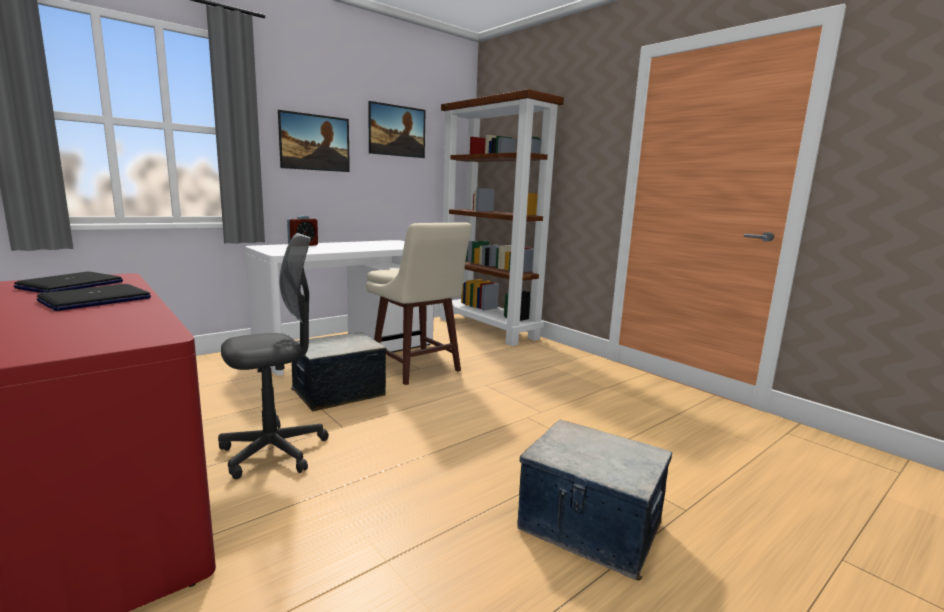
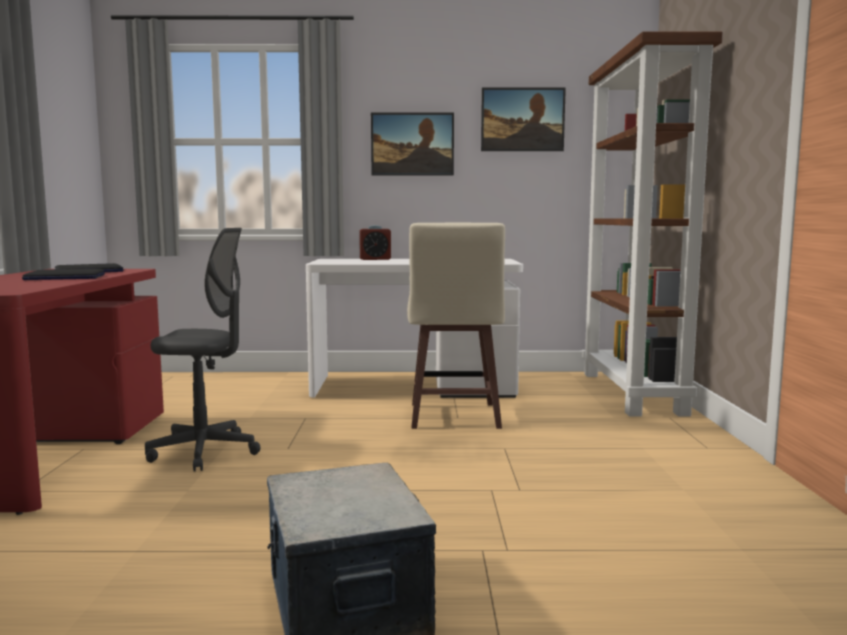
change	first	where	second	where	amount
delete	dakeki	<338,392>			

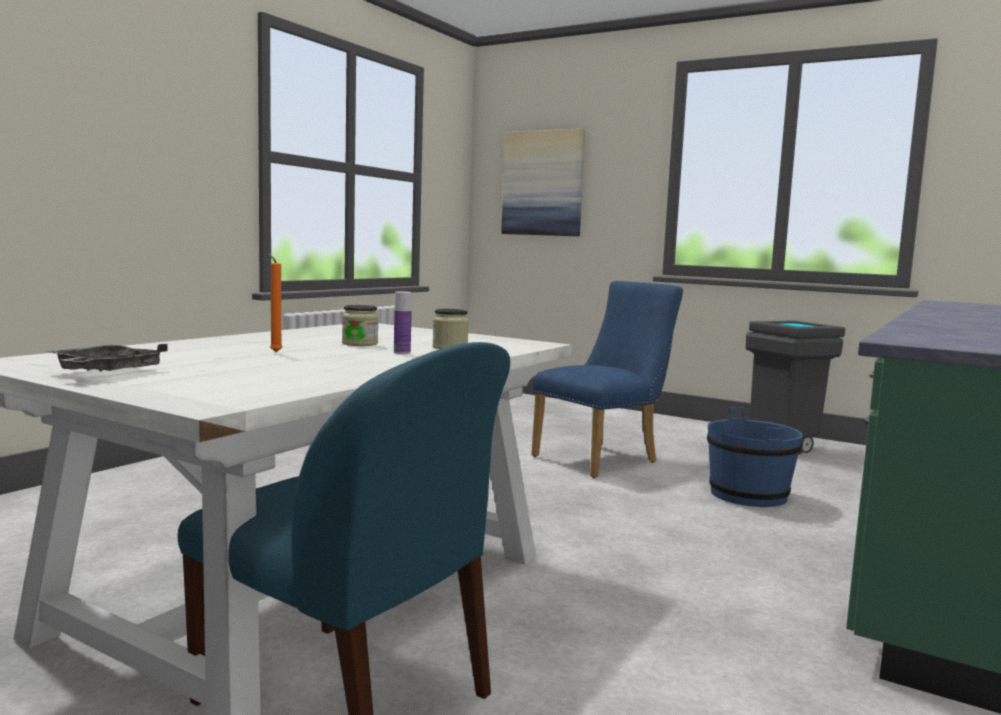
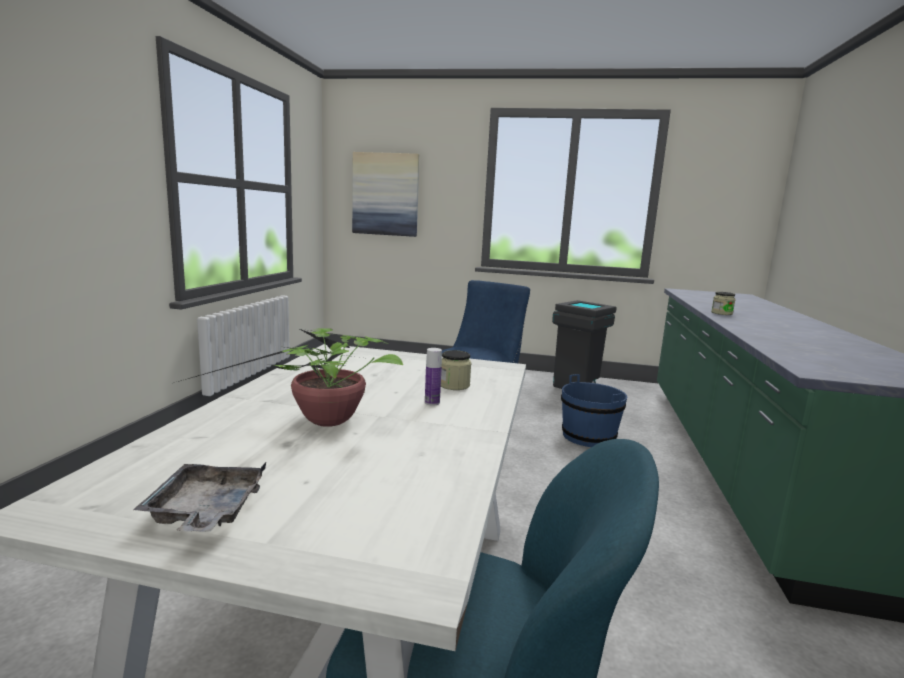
change	first	where	second	where	amount
replace	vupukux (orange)	<274,352>	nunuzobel	<324,421>	
move	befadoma	<360,344>		<721,313>	

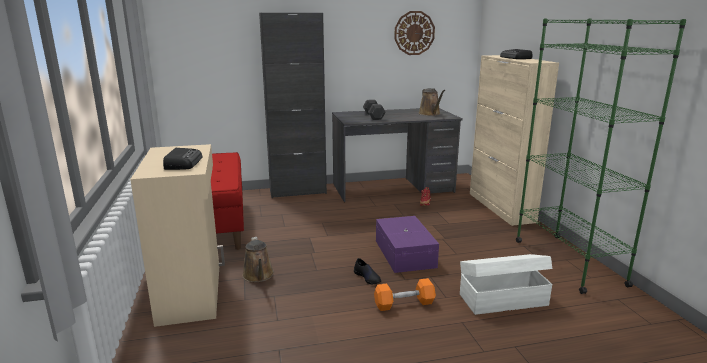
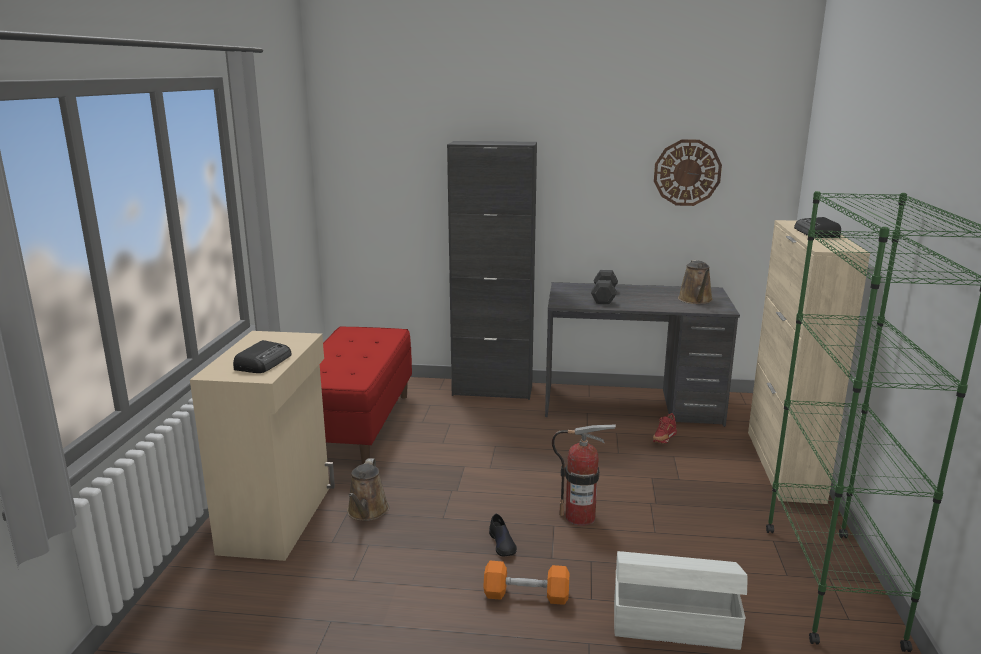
change	first	where	second	where	amount
replace	dakeki (purple)	<405,253>	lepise	<580,517>	

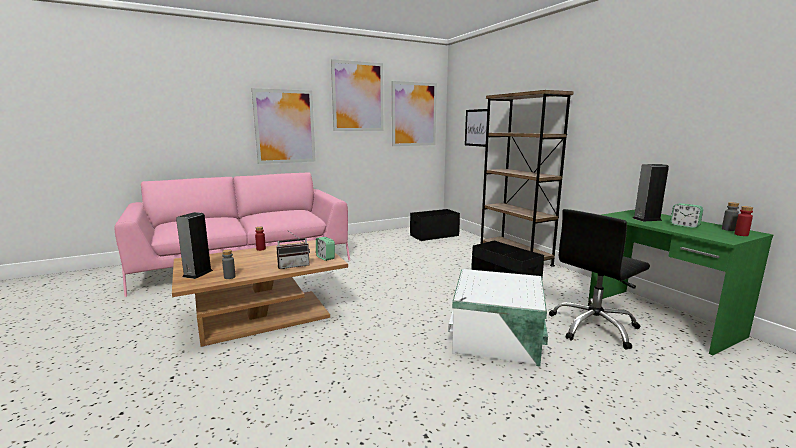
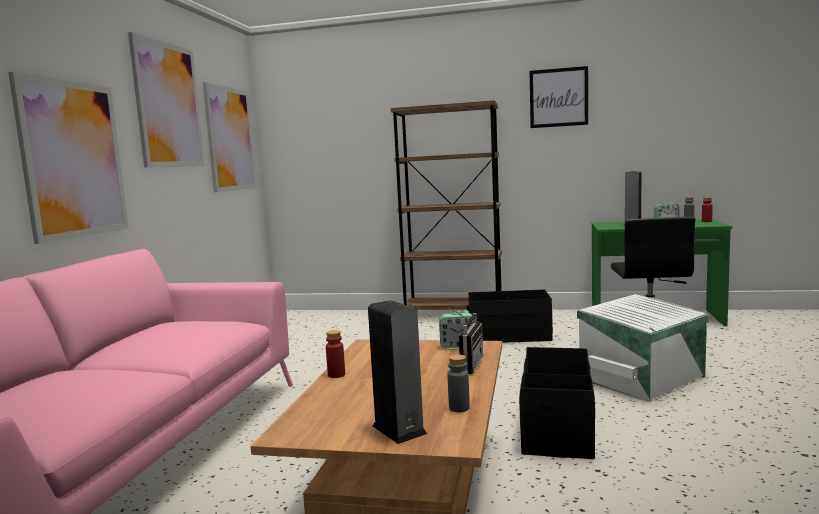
change	first	where	second	where	amount
move	dakeki (black)	<434,235>		<556,428>	
move	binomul	<477,127>		<558,97>	

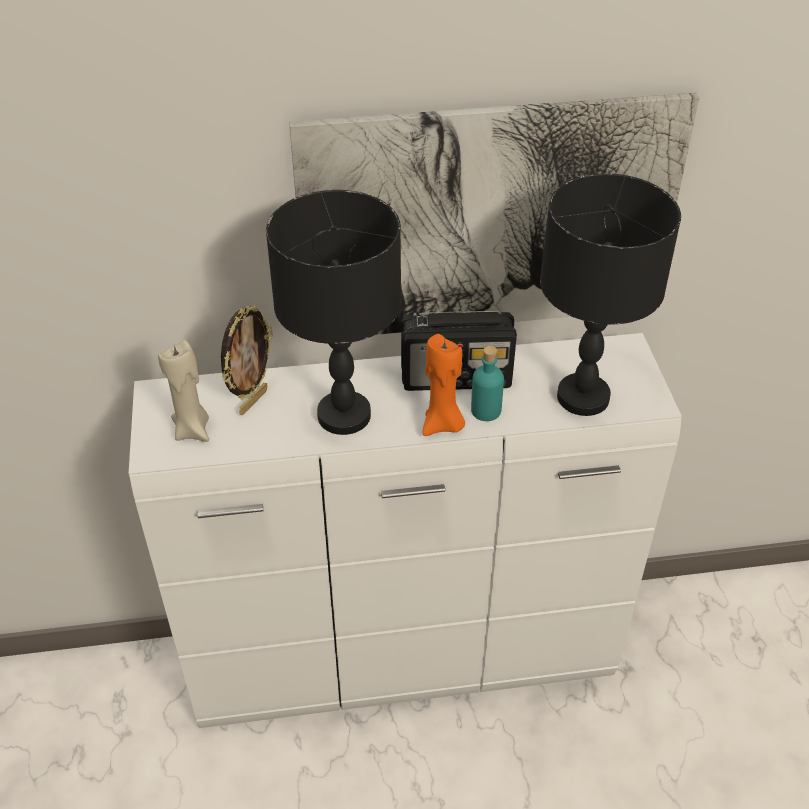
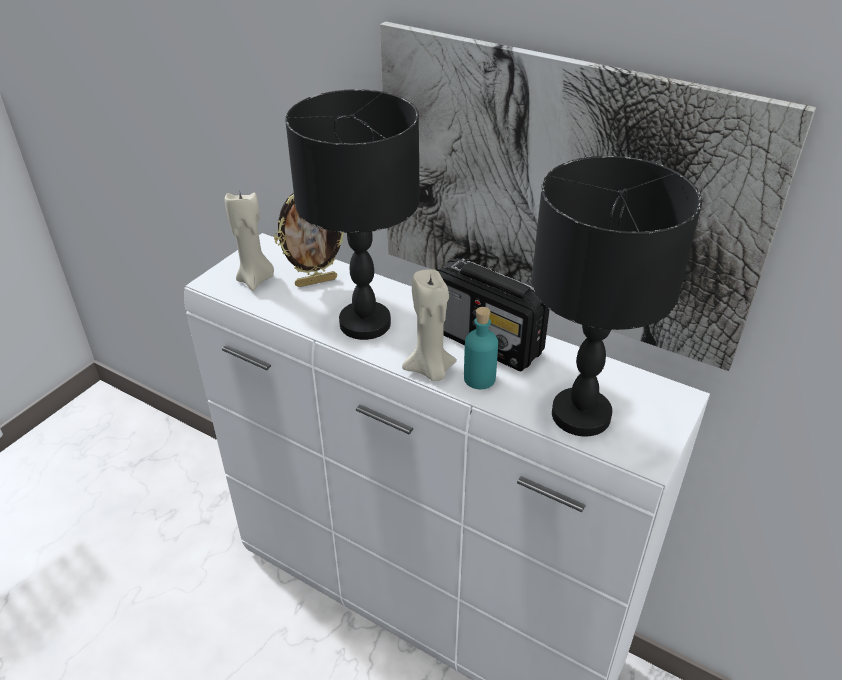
change	first	where	second	where	amount
recolor	vupukux (orange)	<443,425>	vupukux (beige)	<430,370>	

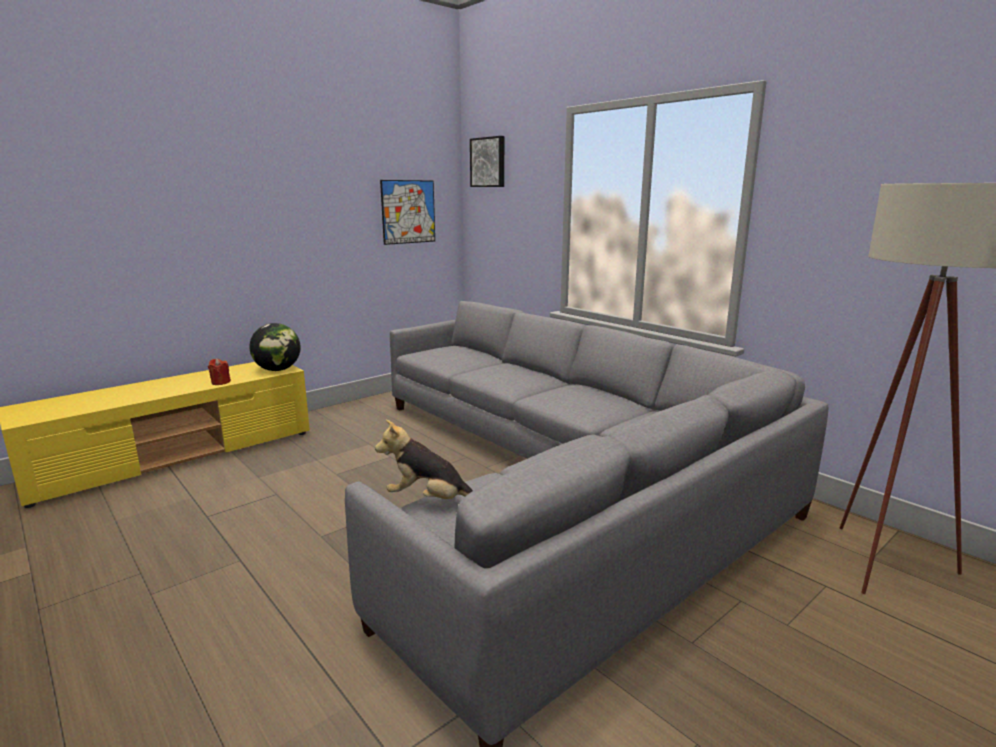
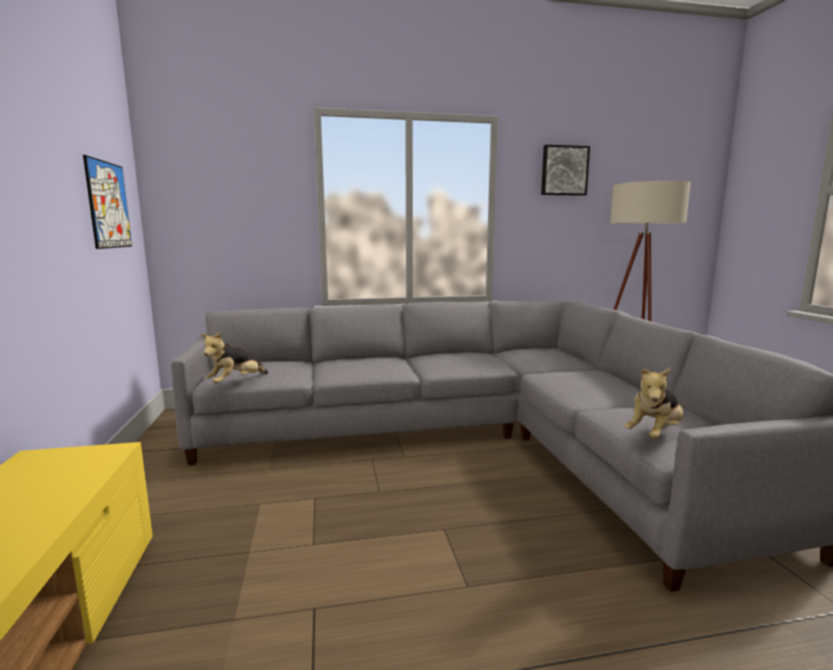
change	first	where	second	where	amount
insert			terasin	<236,382>	
move	binomul	<488,162>		<564,171>	
delete	vupukux (red)	<220,382>			
delete	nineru	<277,370>			

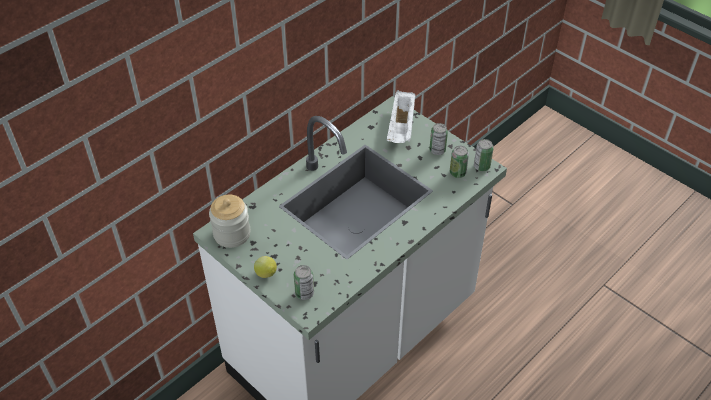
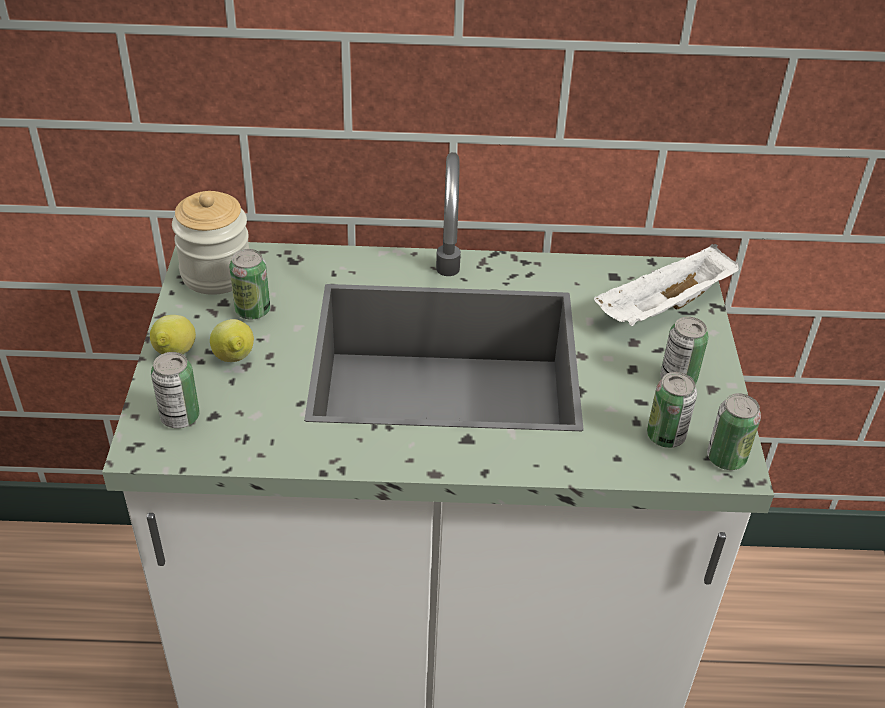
change	first	where	second	where	amount
insert			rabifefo	<235,360>	
insert			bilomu	<252,310>	

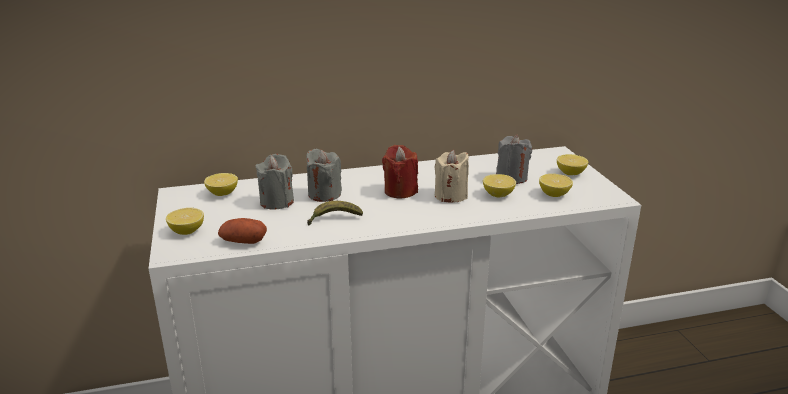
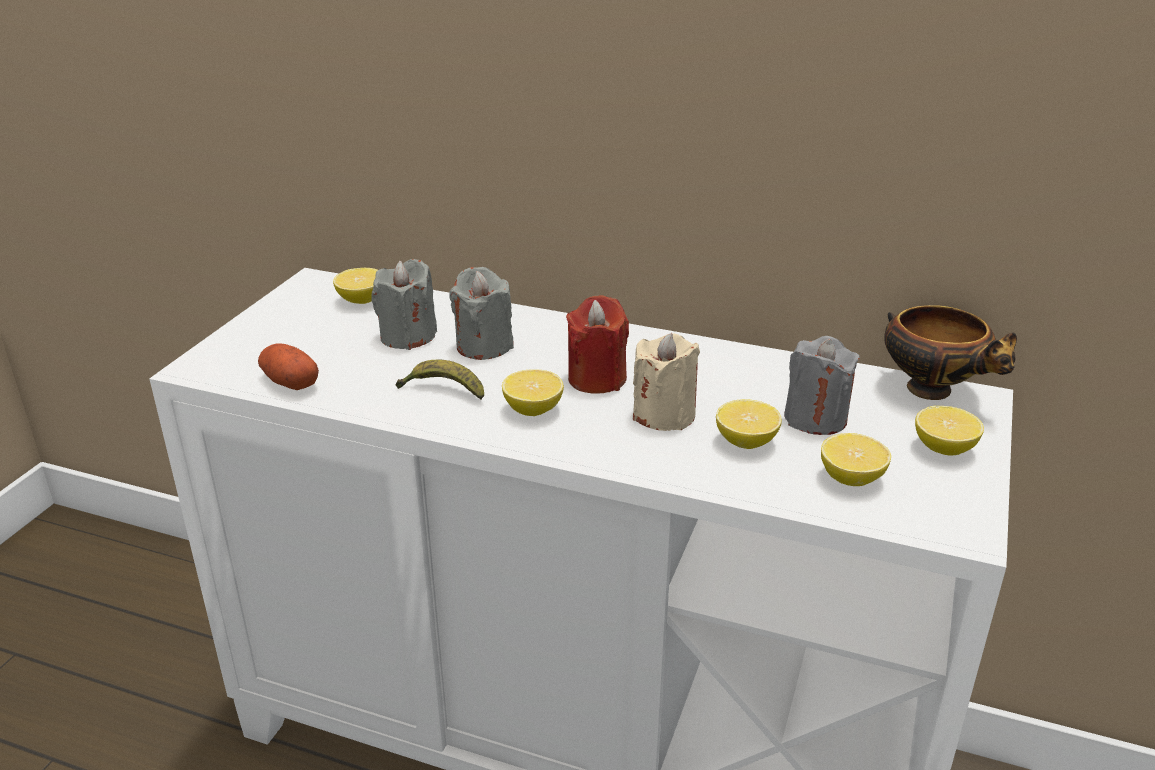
change	first	where	second	where	amount
move	rabifefo	<187,231>		<533,409>	
insert			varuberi	<934,391>	

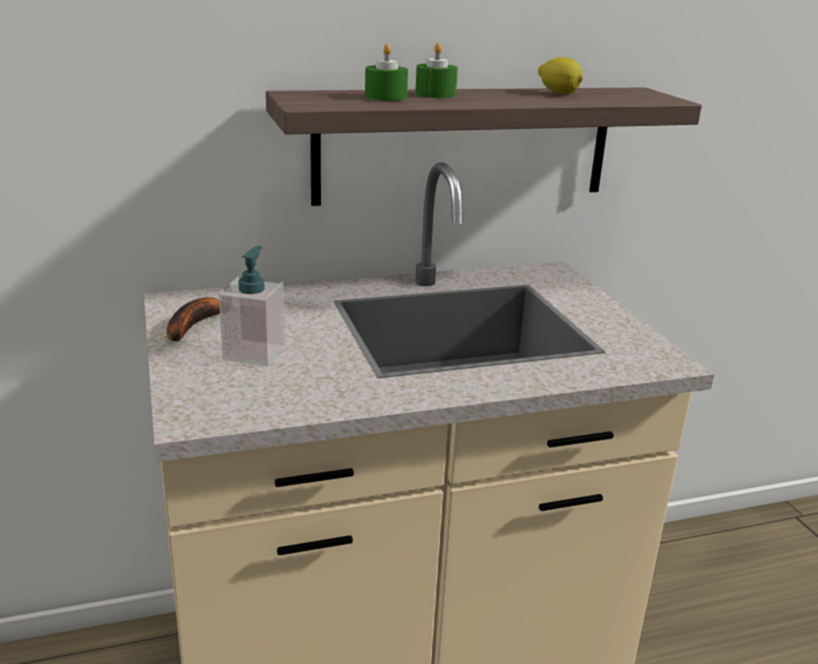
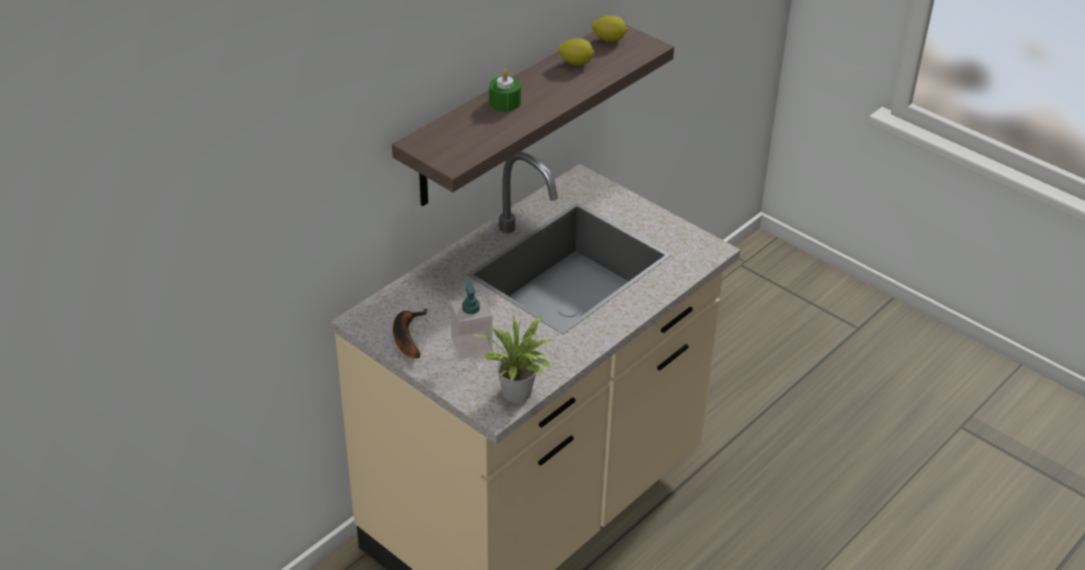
change	first	where	second	where	amount
insert			nunuzobel	<517,395>	
insert			rabifefo	<609,40>	
delete	vupukux (green)	<385,97>			

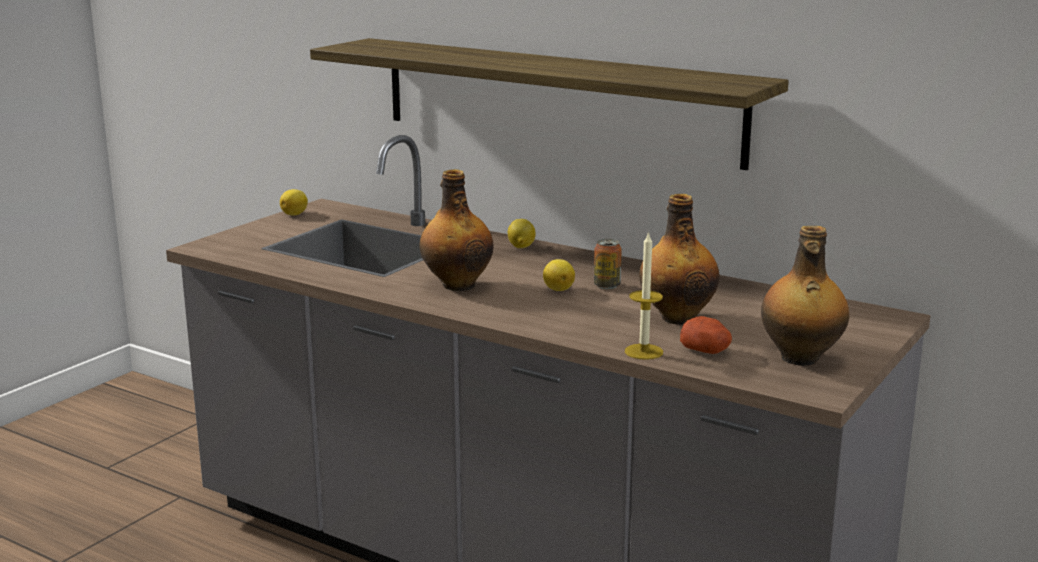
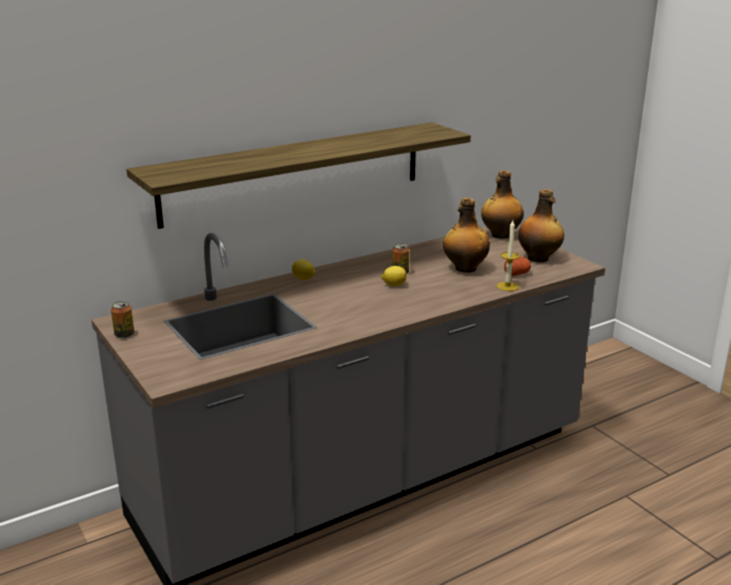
change	first	where	second	where	amount
replace	rabifefo	<295,214>	bilomu	<124,335>	
move	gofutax	<457,285>		<500,235>	

